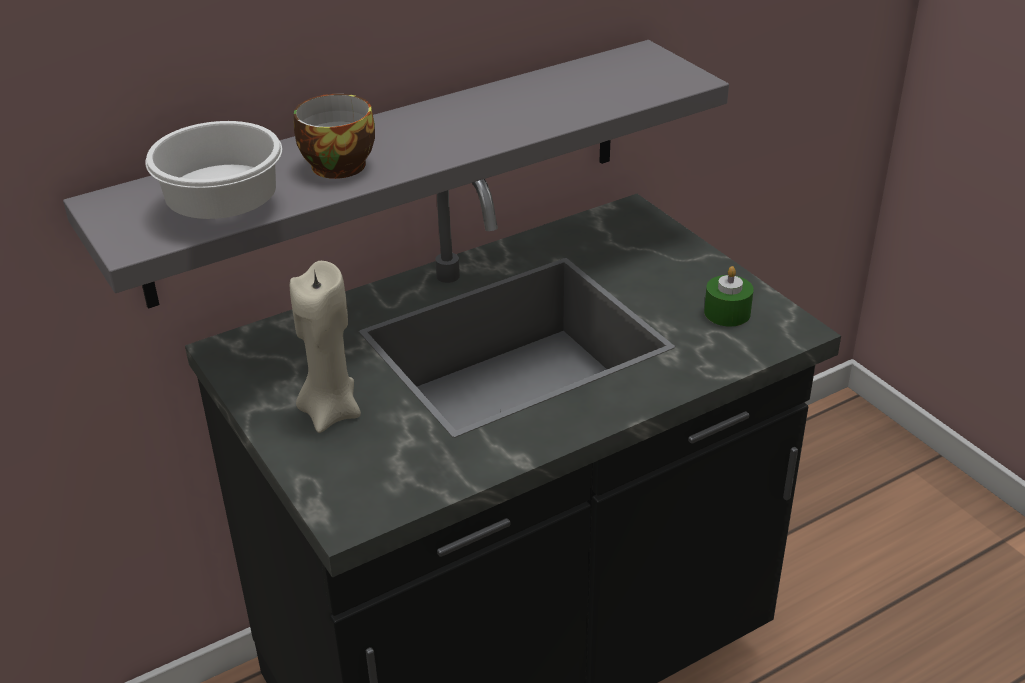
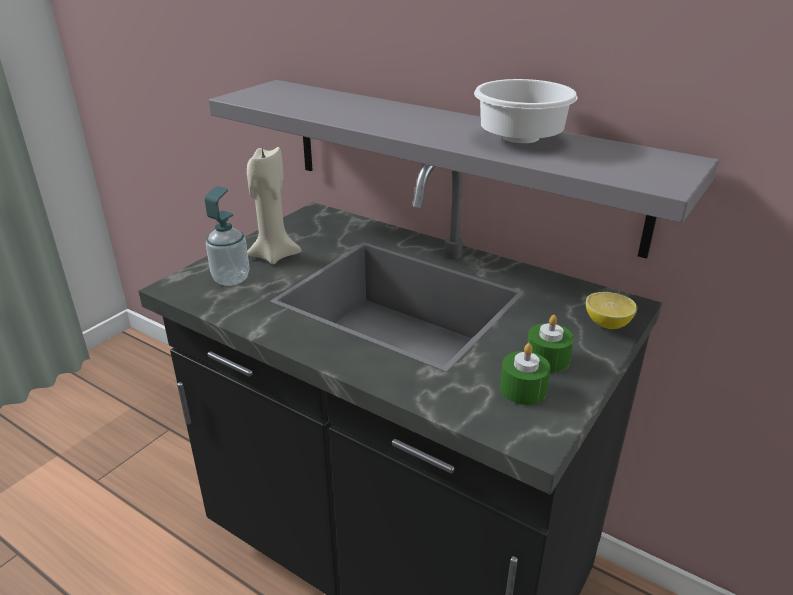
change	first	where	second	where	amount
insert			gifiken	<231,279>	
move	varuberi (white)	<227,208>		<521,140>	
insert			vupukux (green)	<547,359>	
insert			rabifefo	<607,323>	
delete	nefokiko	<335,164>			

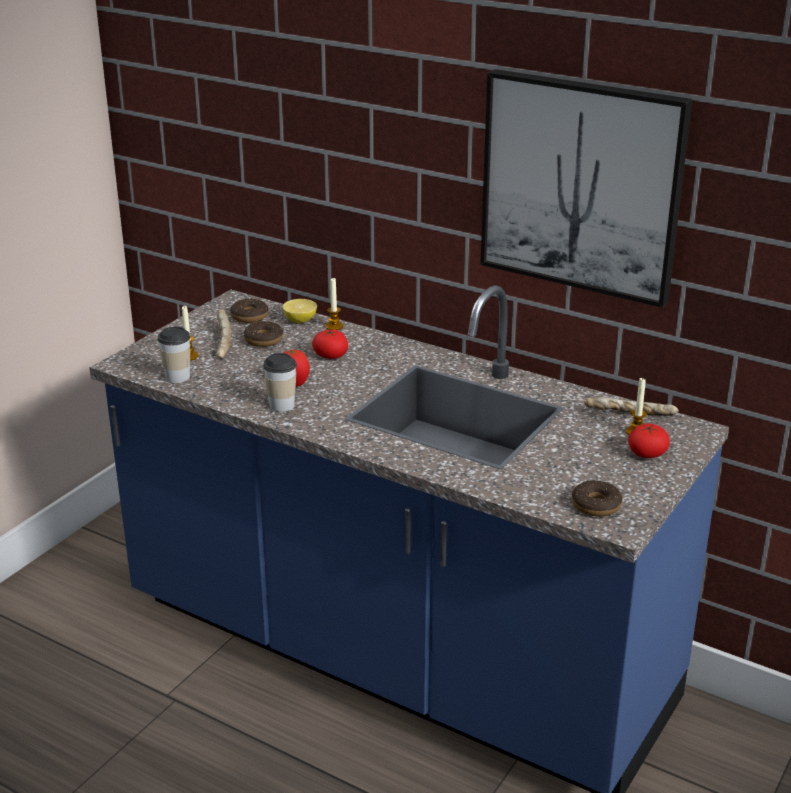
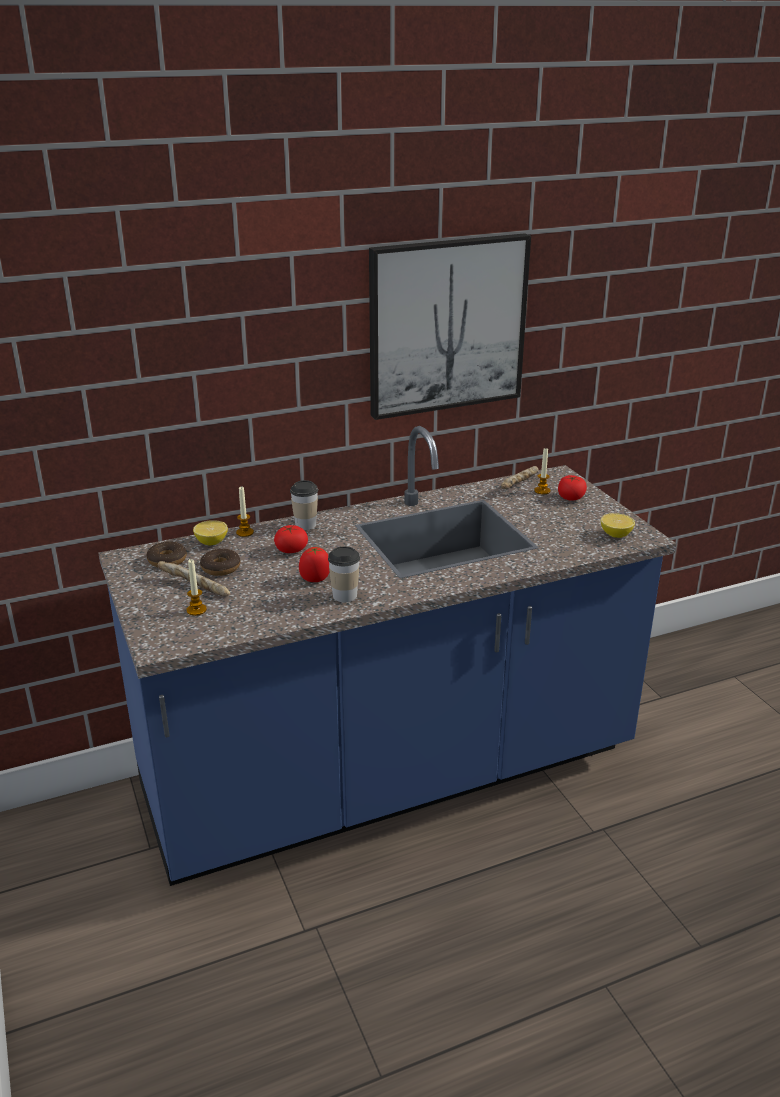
change	first	where	second	where	amount
move	nefokiko	<177,377>		<305,525>	
replace	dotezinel	<596,505>	rabifefo	<615,535>	

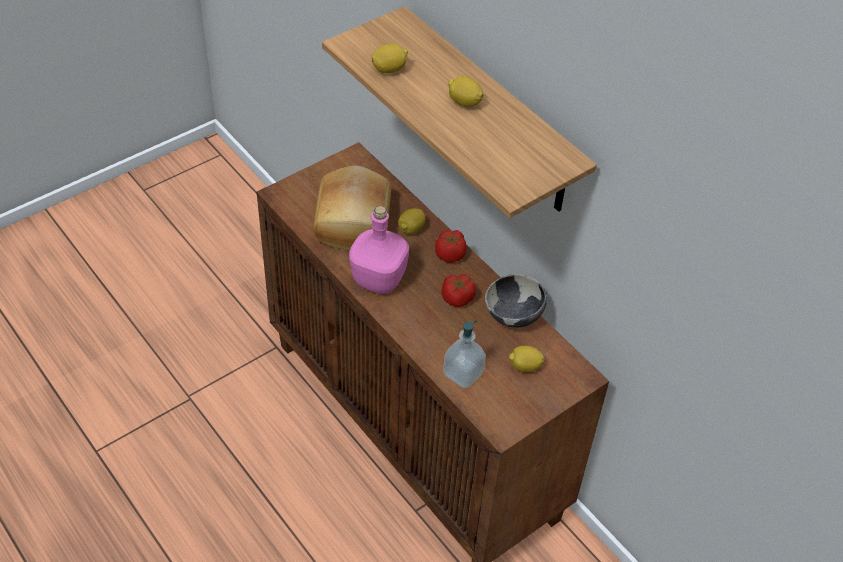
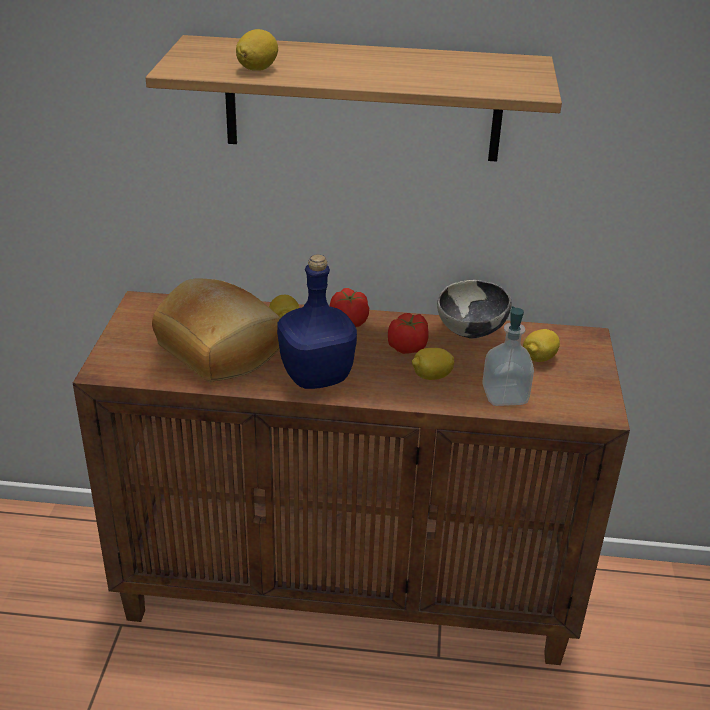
change	first	where	second	where	amount
recolor	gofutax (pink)	<378,280>	gofutax (blue)	<317,377>	
move	rabifefo	<464,102>		<431,377>	

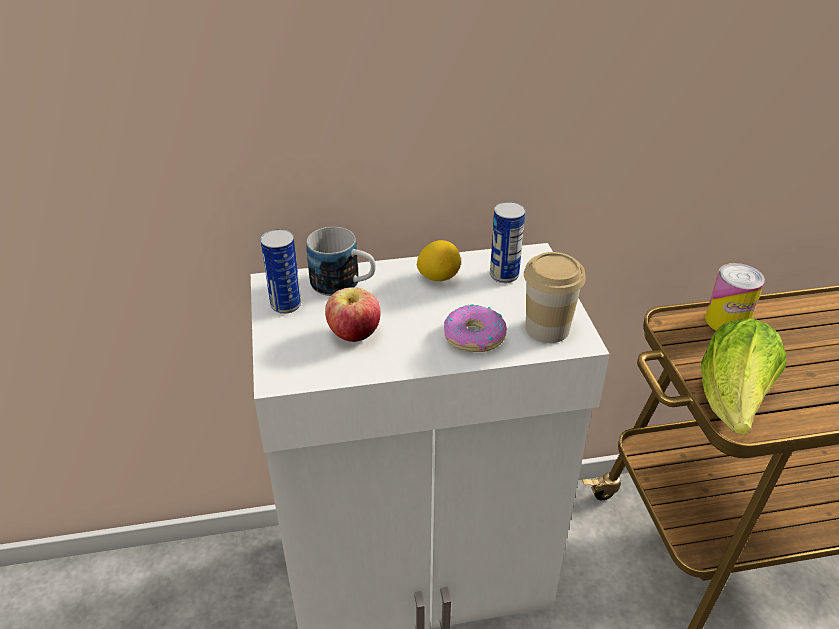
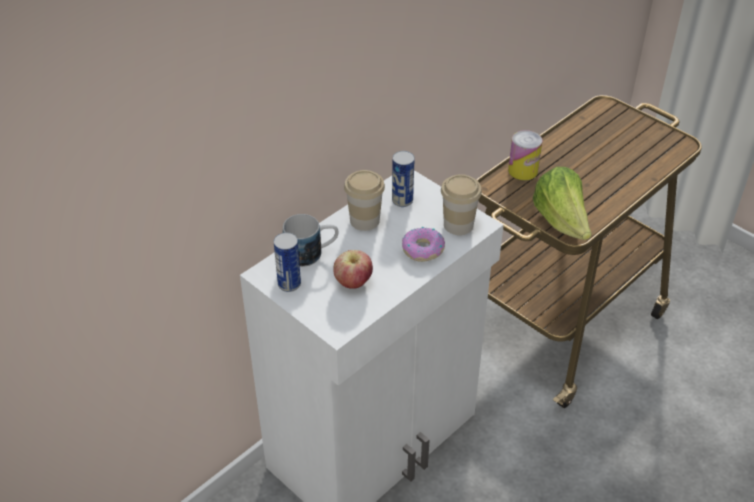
change	first	where	second	where	amount
replace	rabifefo	<438,277>	nefokiko	<364,220>	

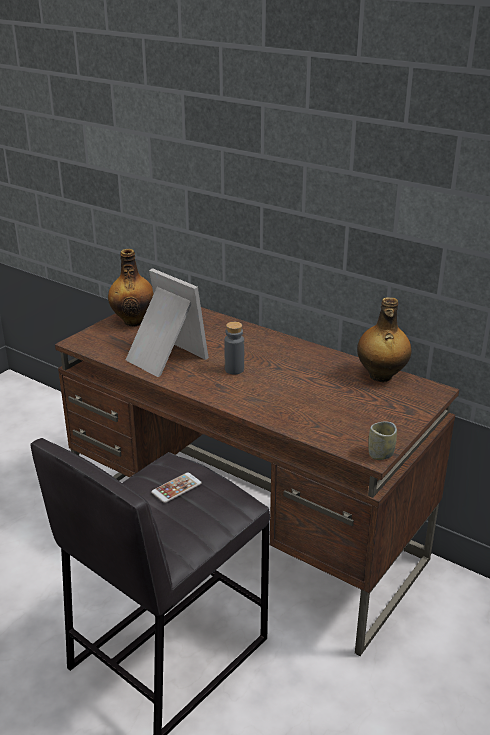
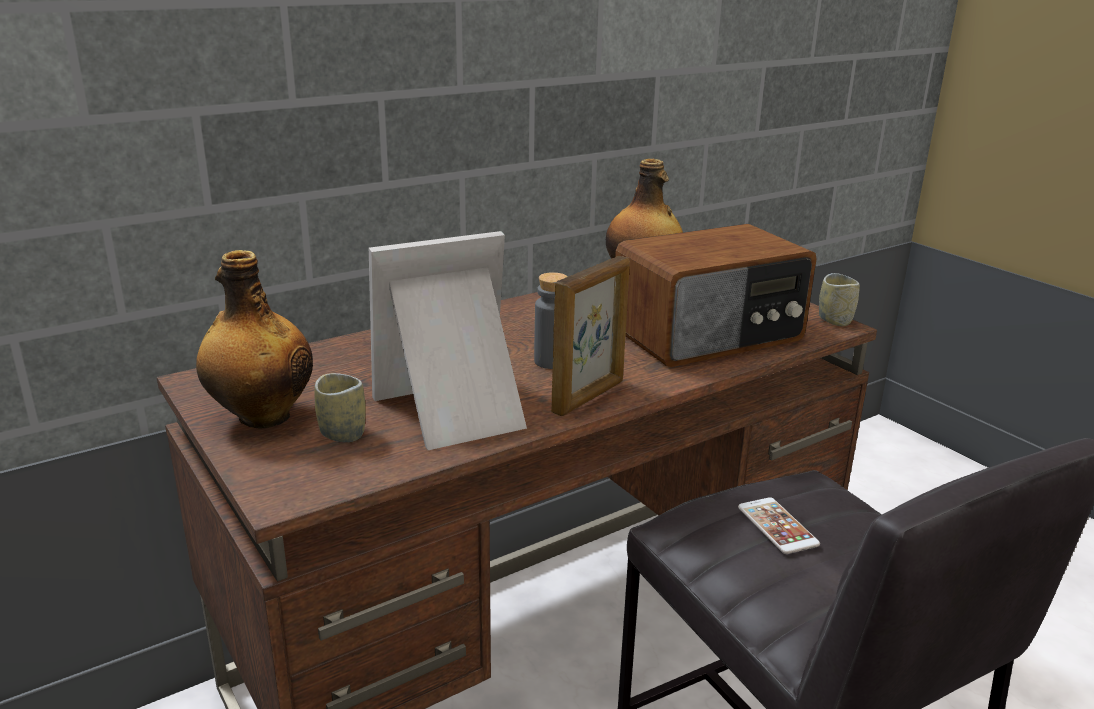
change	first	where	second	where	amount
insert			nefokiko	<342,433>	
insert			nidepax	<589,397>	
insert			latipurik	<710,335>	

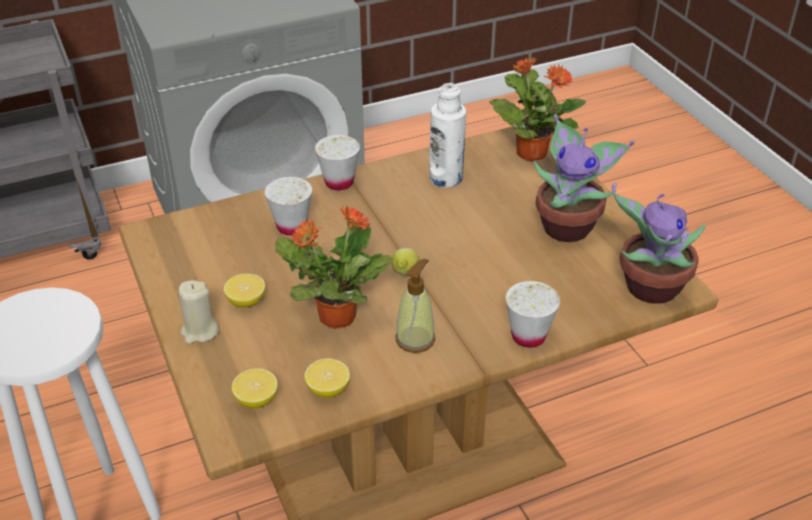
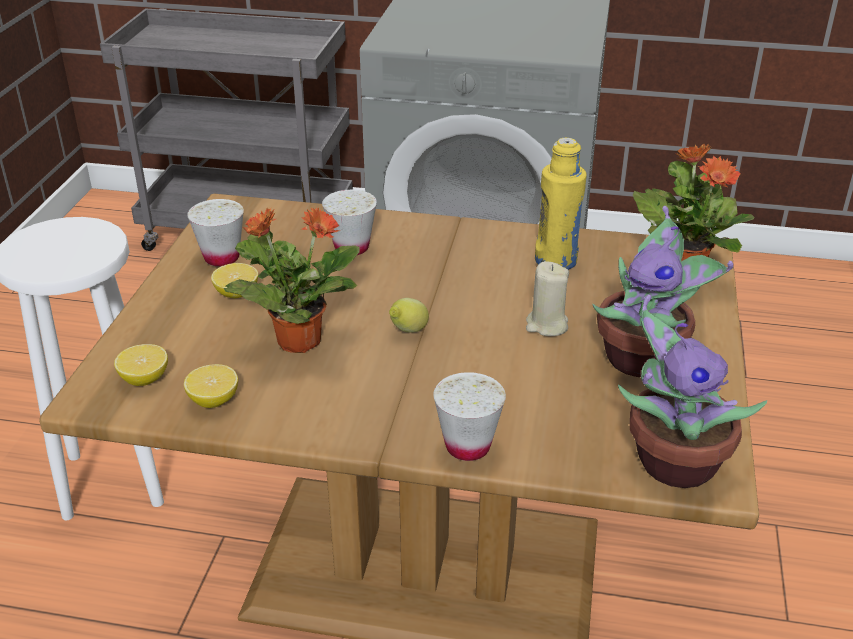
change	first	where	second	where	amount
move	nefokiko (white)	<339,182>		<221,258>	
move	vupukux (beige)	<200,331>		<546,325>	
recolor	gofutax (white)	<445,178>	gofutax (yellow)	<556,261>	
delete	gifiken	<415,339>			

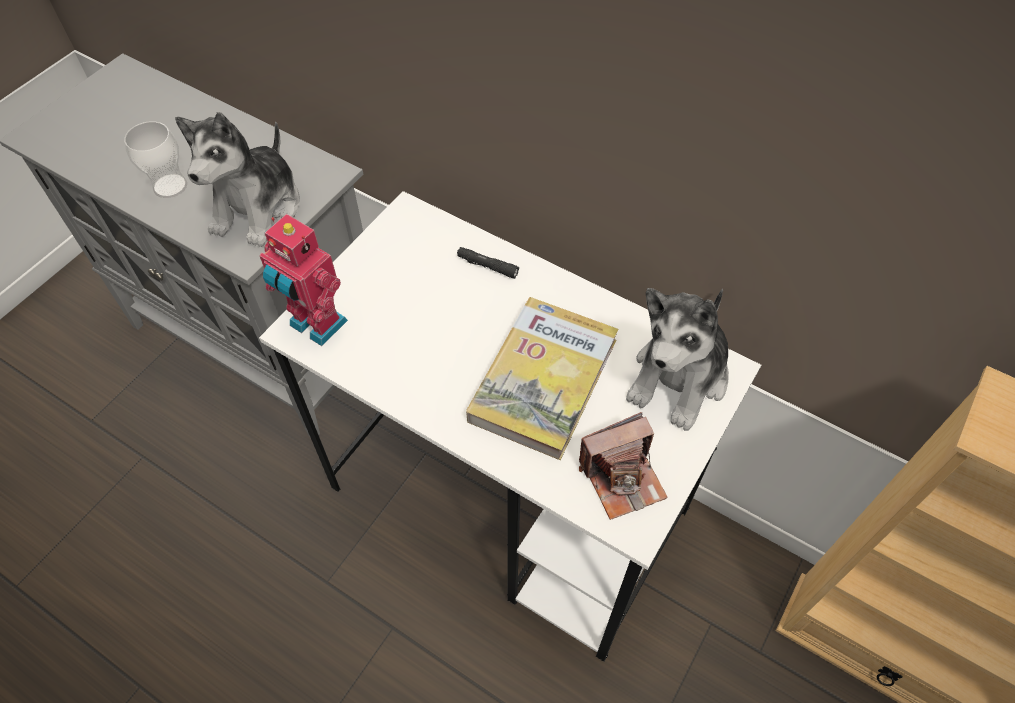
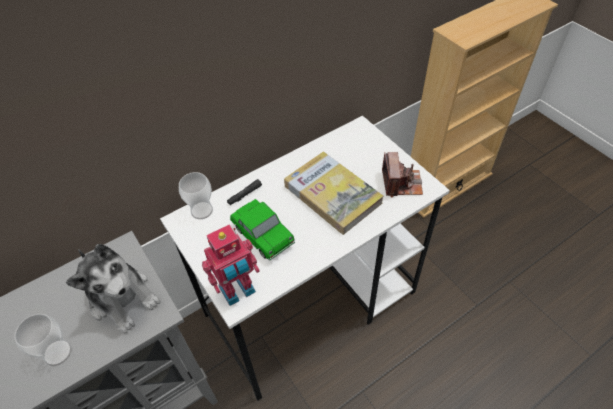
change	first	where	second	where	amount
insert			nefokiko	<202,210>	
insert			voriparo	<263,236>	
delete	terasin	<679,378>			

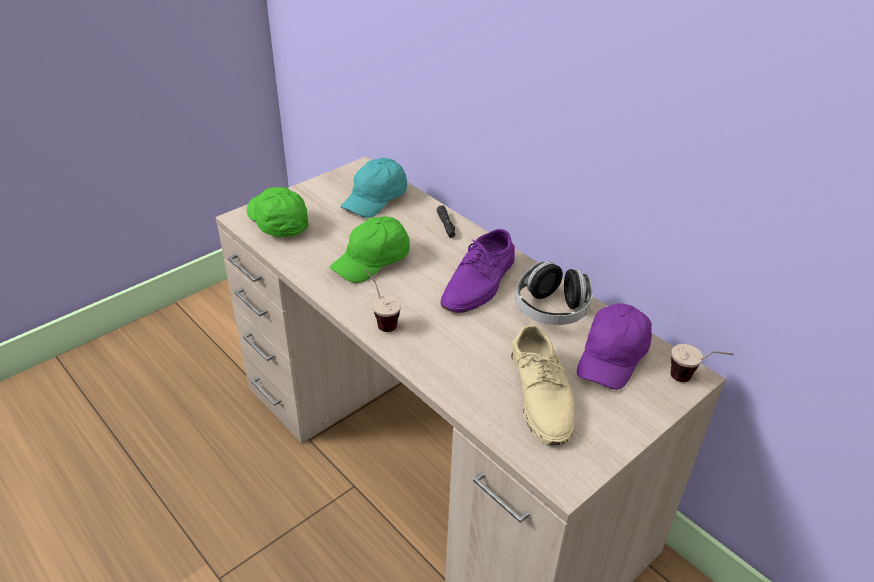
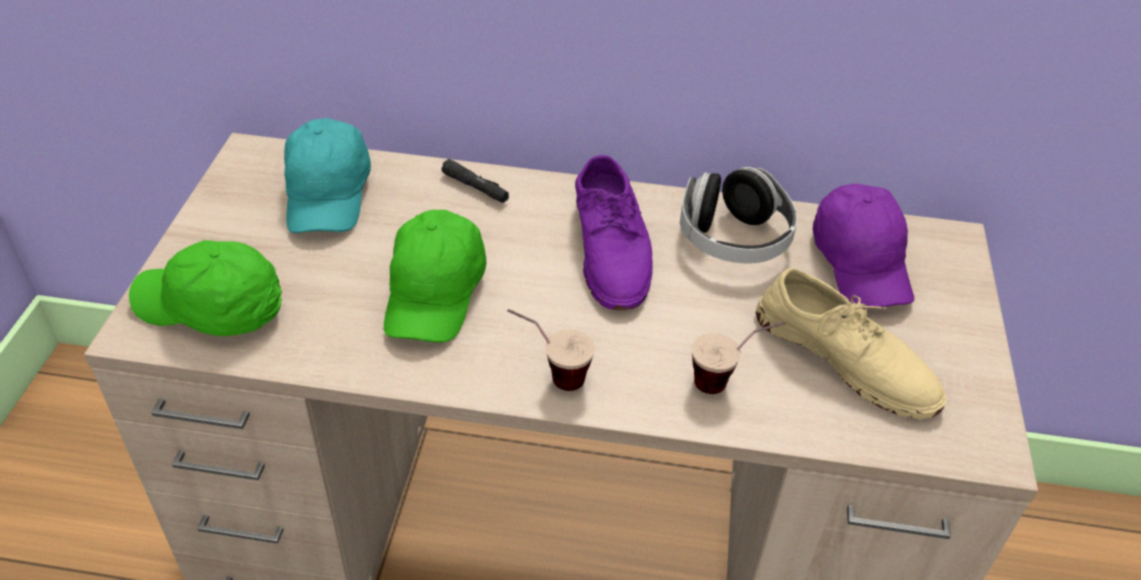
change	first	where	second	where	amount
move	nefokiko	<692,380>		<729,381>	

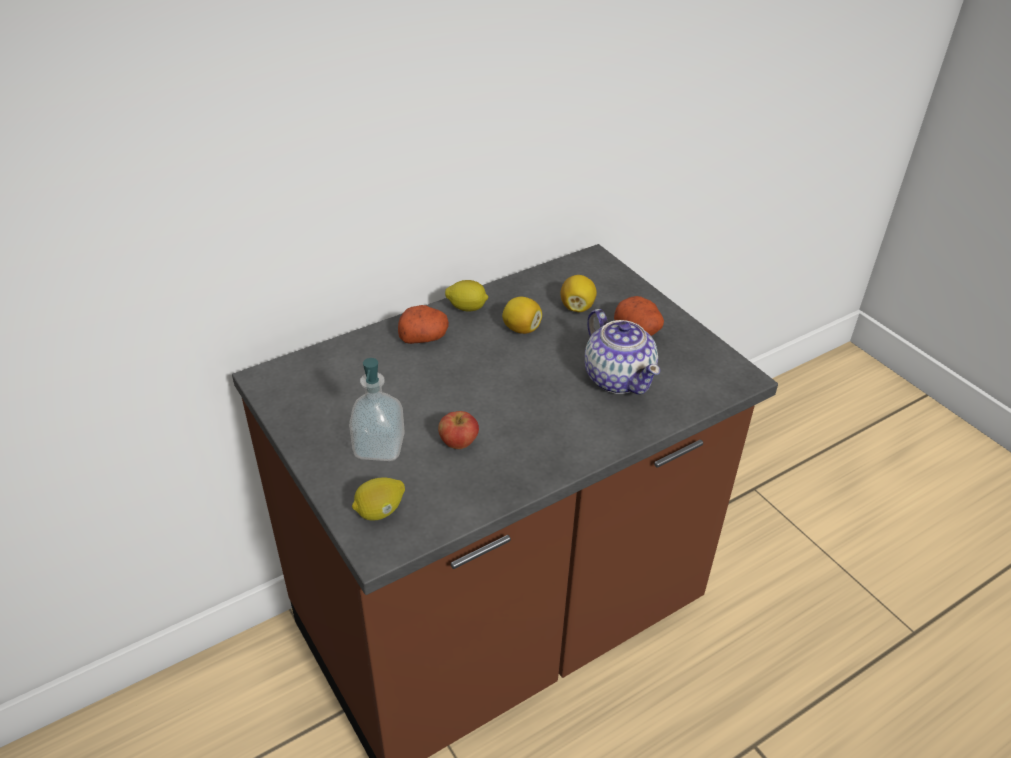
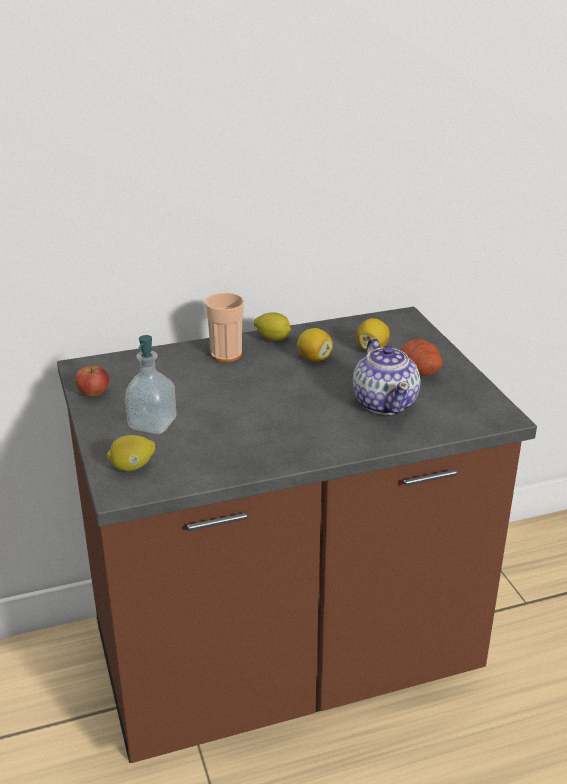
change	first	where	second	where	amount
move	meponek	<458,442>		<93,393>	
replace	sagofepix	<424,337>	nefokiko	<226,354>	

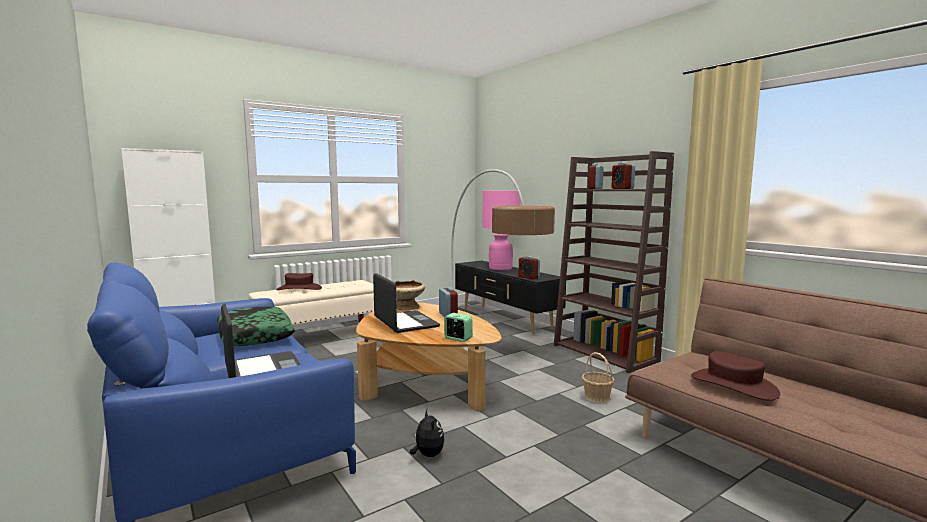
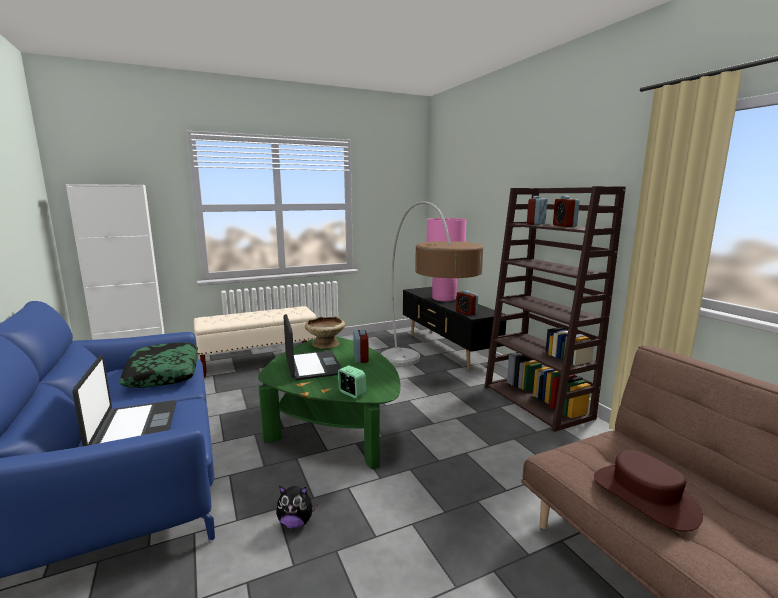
change	first	where	second	where	amount
recolor	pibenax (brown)	<424,382>	pibenax (green)	<334,424>	
rotate	terasin	<427,455>		<296,523>	105 degrees clockwise
delete	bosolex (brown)	<299,289>			
delete	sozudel	<597,397>			

